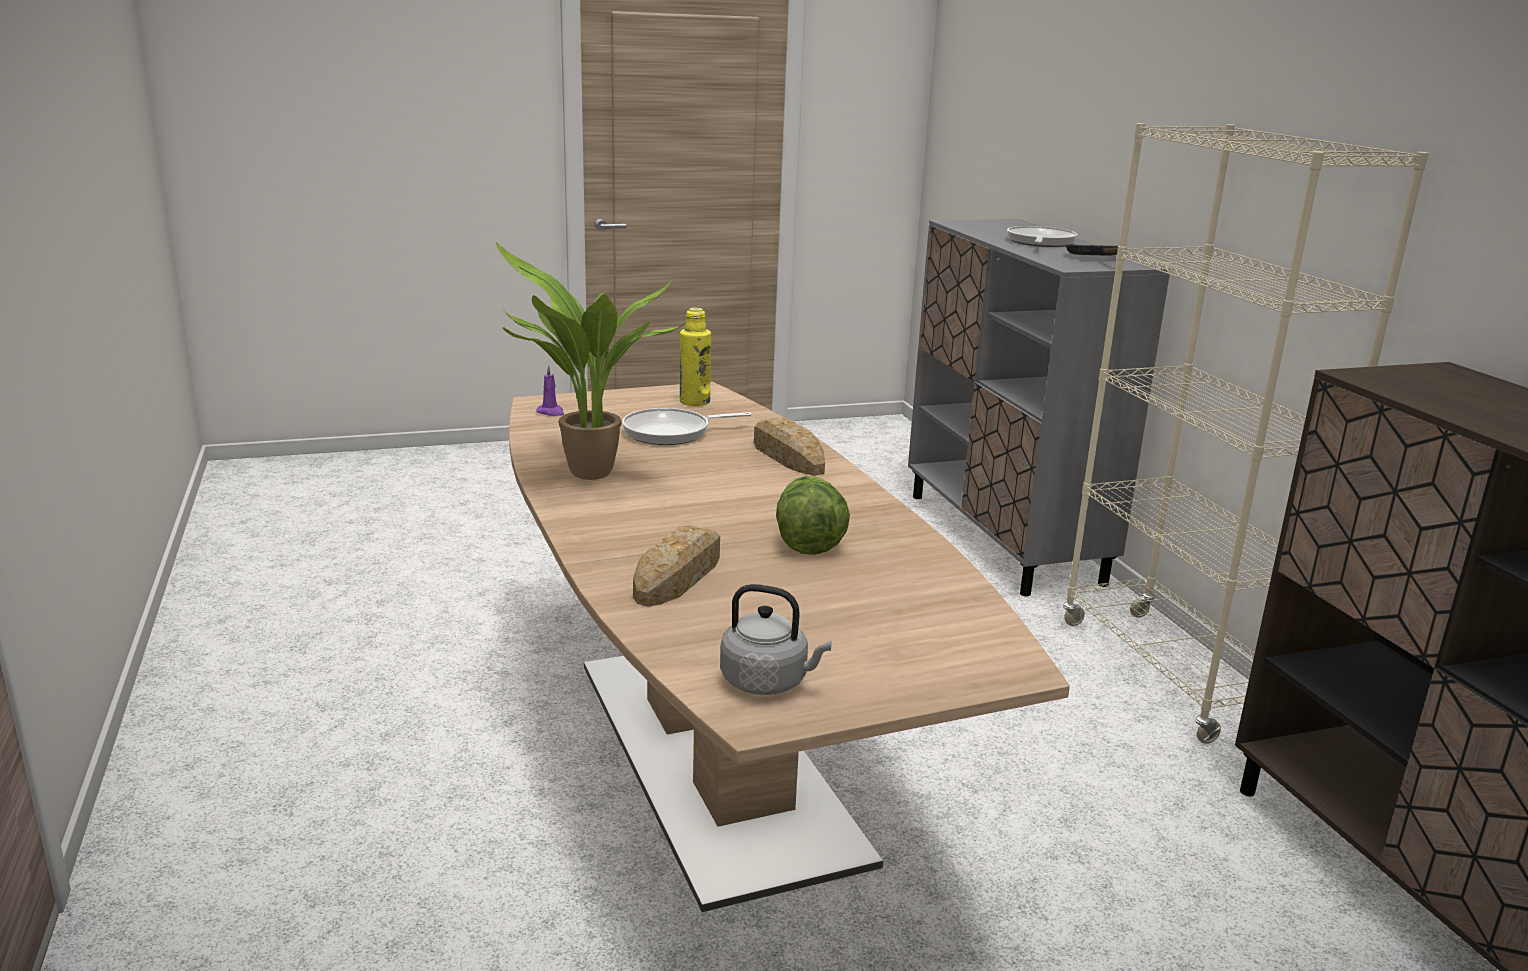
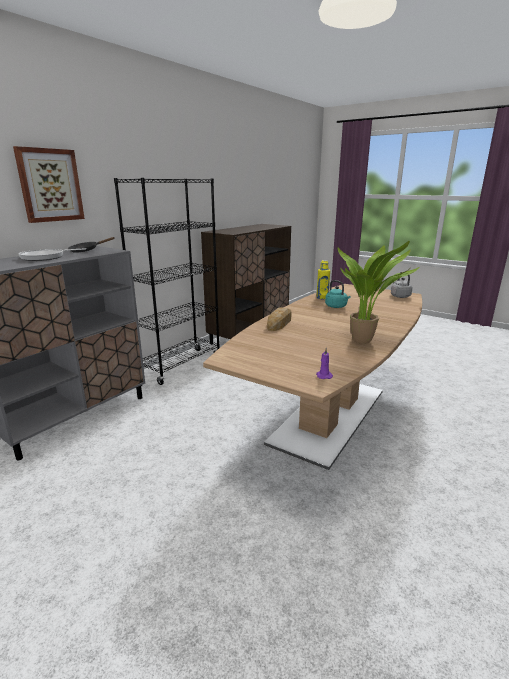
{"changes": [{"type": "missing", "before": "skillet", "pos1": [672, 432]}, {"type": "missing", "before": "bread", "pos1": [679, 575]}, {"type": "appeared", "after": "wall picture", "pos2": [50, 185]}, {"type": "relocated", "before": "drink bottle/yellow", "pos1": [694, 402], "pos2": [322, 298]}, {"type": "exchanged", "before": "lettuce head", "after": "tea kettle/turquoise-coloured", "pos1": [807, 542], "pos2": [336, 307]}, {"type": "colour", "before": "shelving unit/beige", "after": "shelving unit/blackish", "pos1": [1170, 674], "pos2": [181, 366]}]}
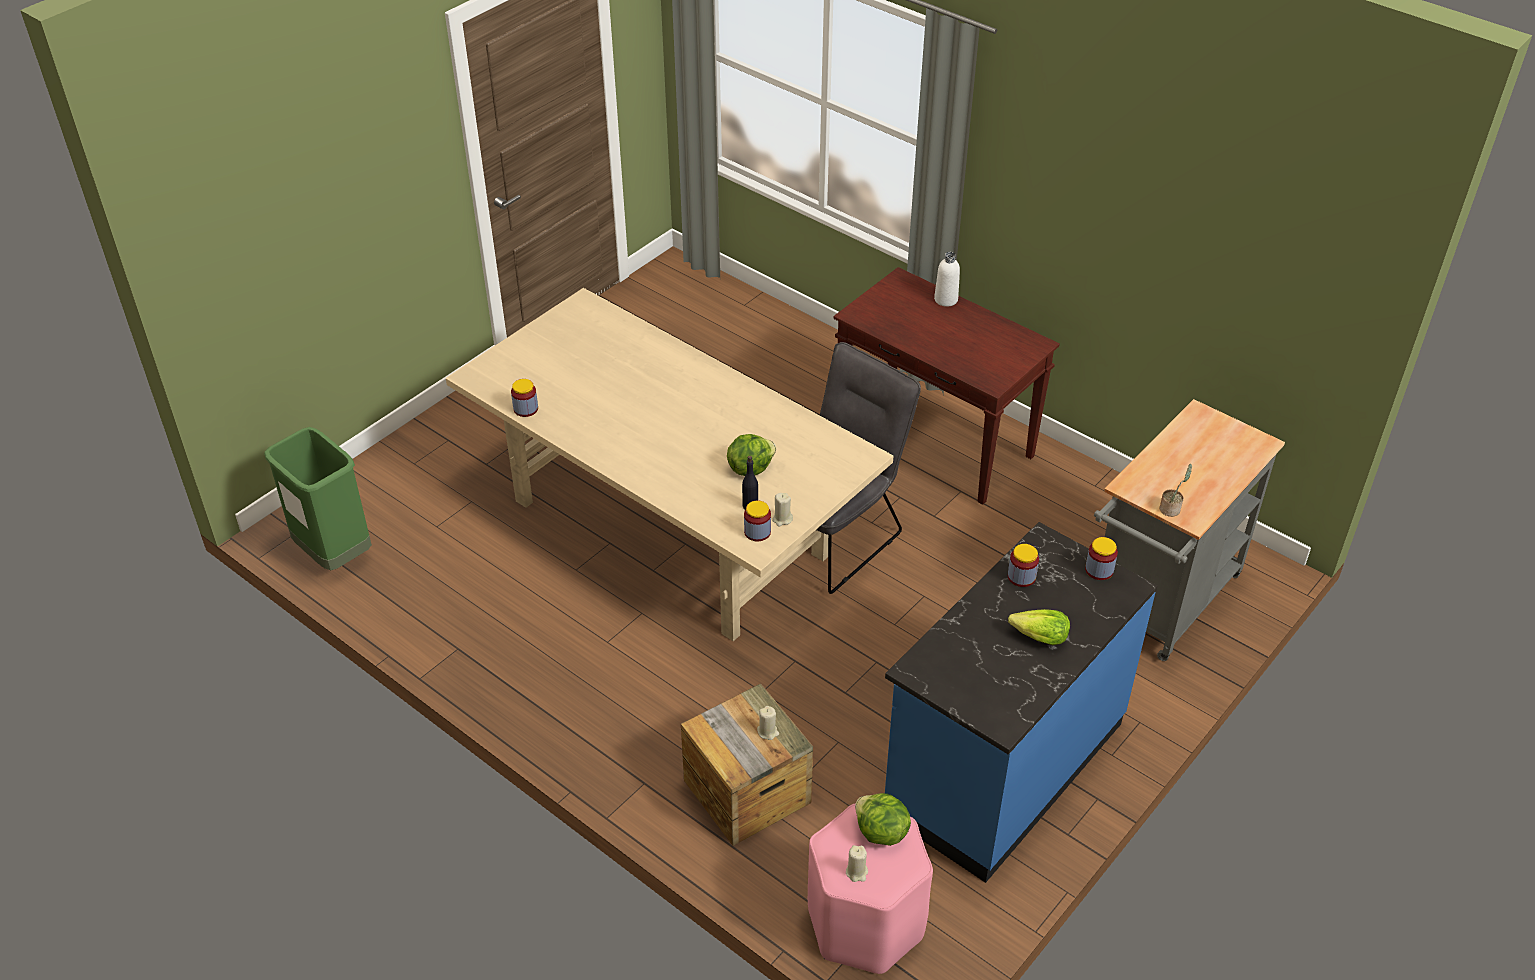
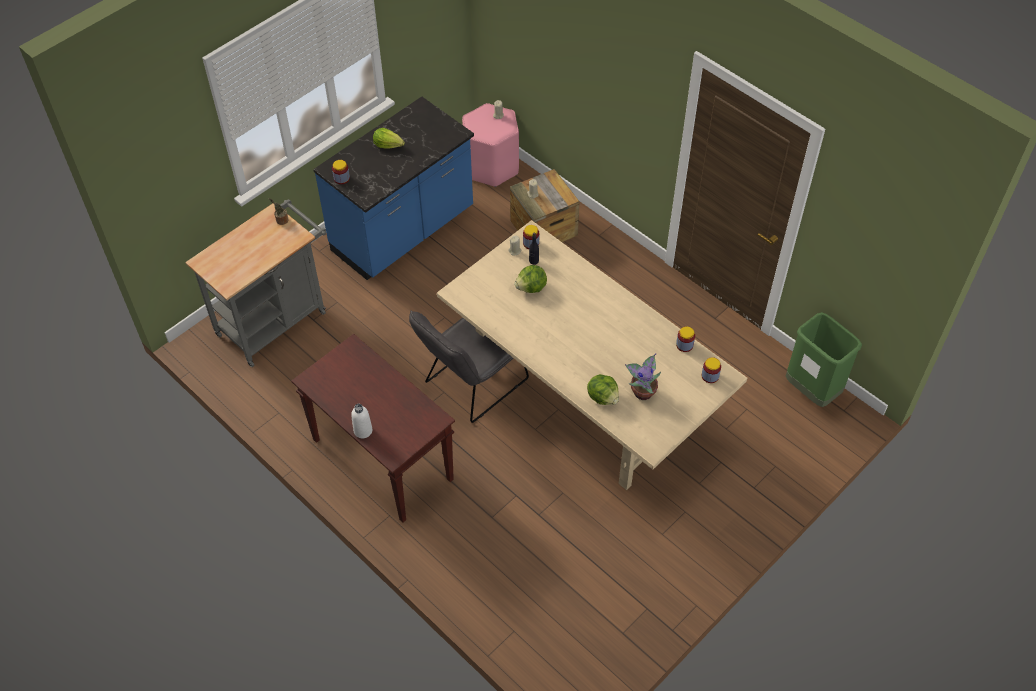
{"changes": [{"type": "appeared", "after": "potted plant", "pos2": [642, 391]}, {"type": "relocated", "before": "lettuce head", "pos1": [880, 832], "pos2": [603, 397]}, {"type": "relocated", "before": "storage jar", "pos1": [1021, 577], "pos2": [710, 376]}]}
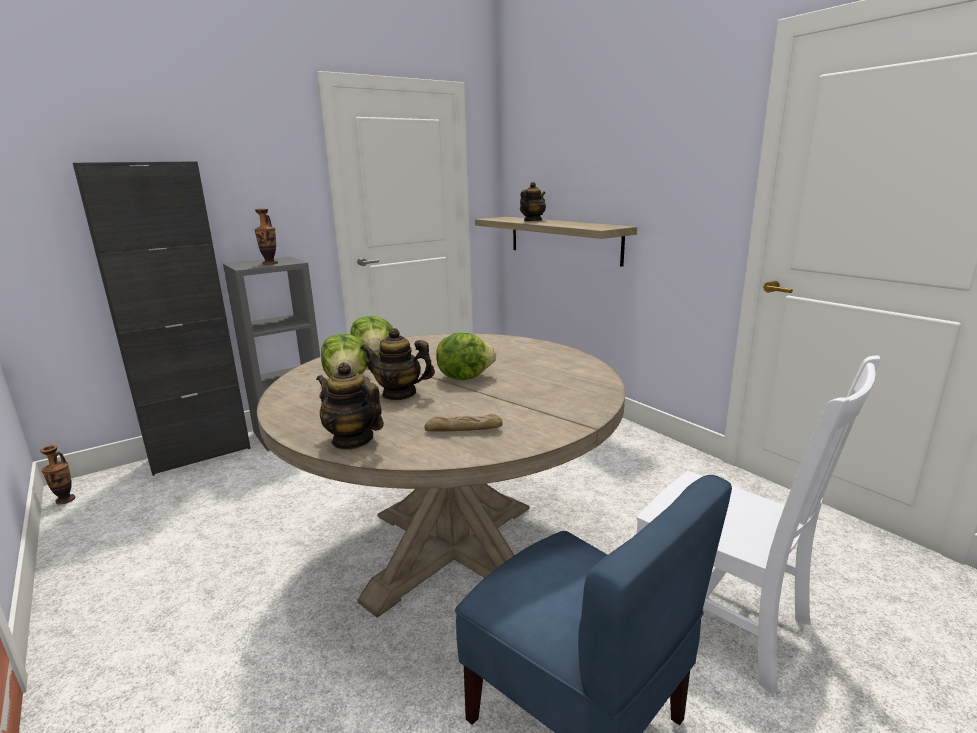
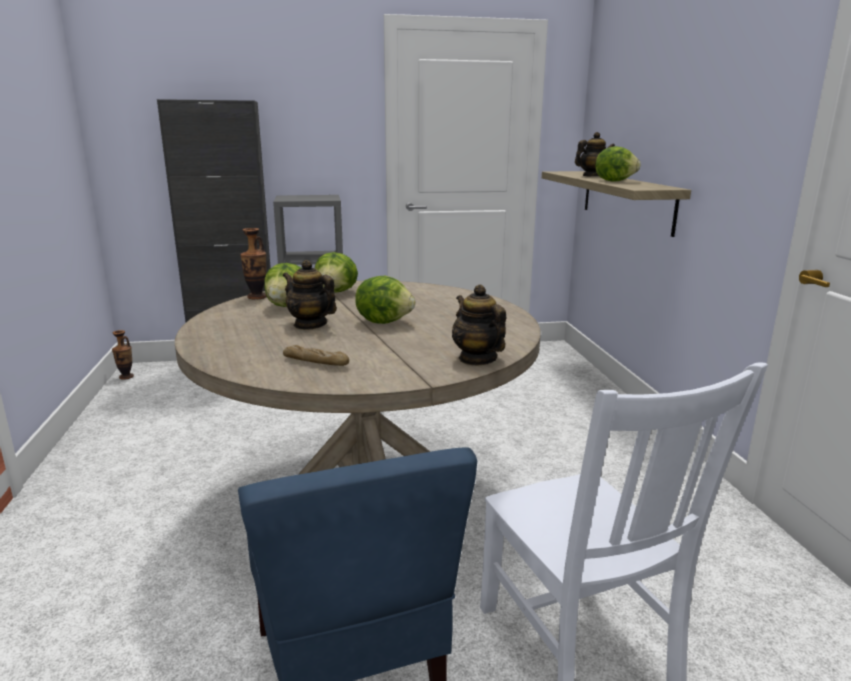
{"changes": [{"type": "appeared", "after": "lettuce head", "pos2": [614, 181]}, {"type": "relocated", "before": "vase", "pos1": [270, 263], "pos2": [257, 297]}, {"type": "relocated", "before": "tea pot", "pos1": [352, 440], "pos2": [477, 359]}]}
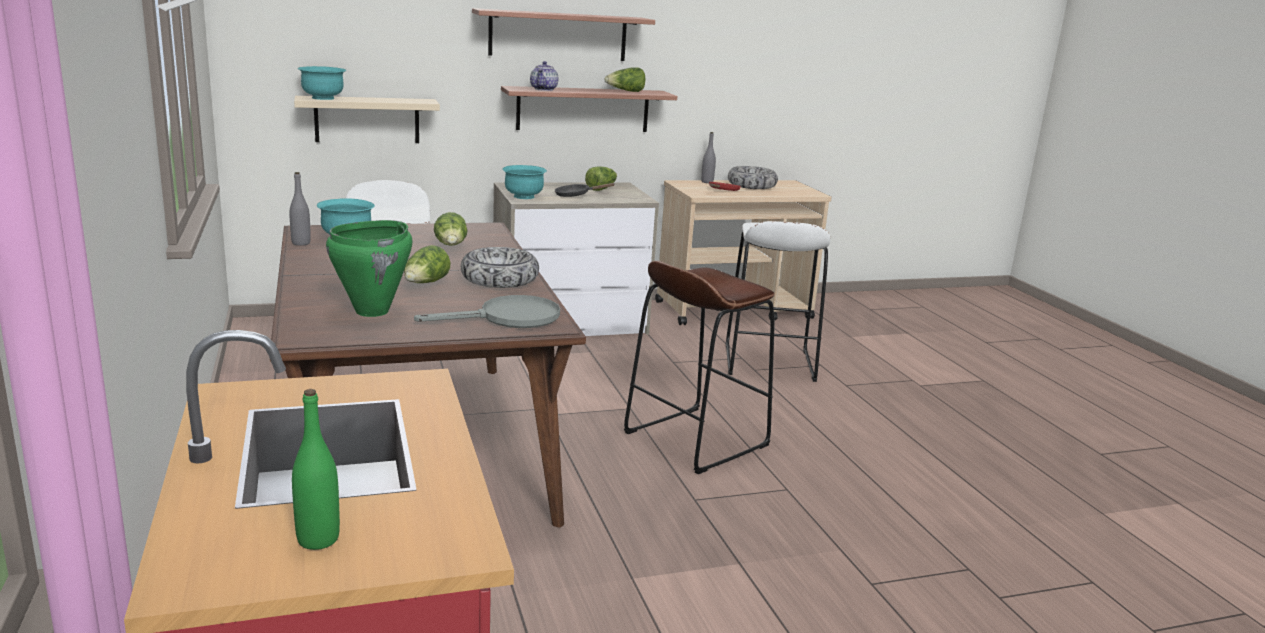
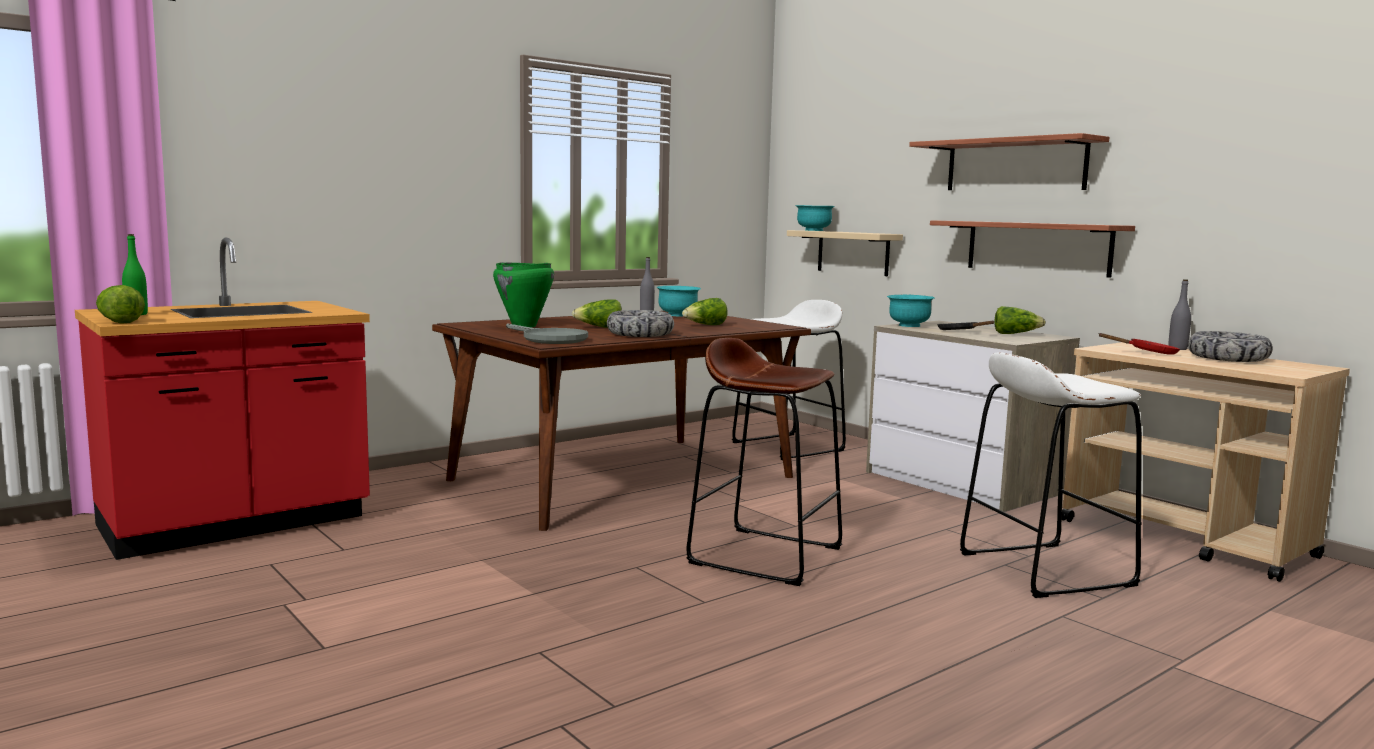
{"changes": [{"type": "missing", "before": "tea pot", "pos1": [544, 89]}, {"type": "relocated", "before": "lettuce head", "pos1": [626, 91], "pos2": [119, 321]}]}
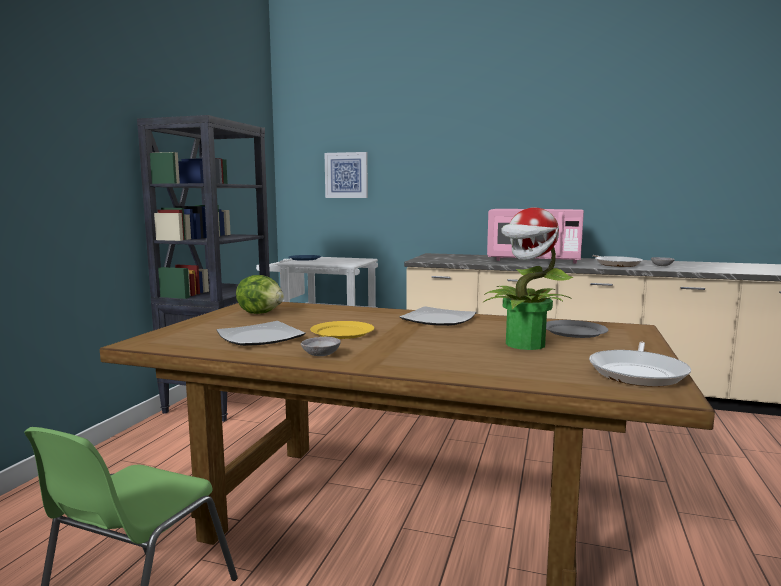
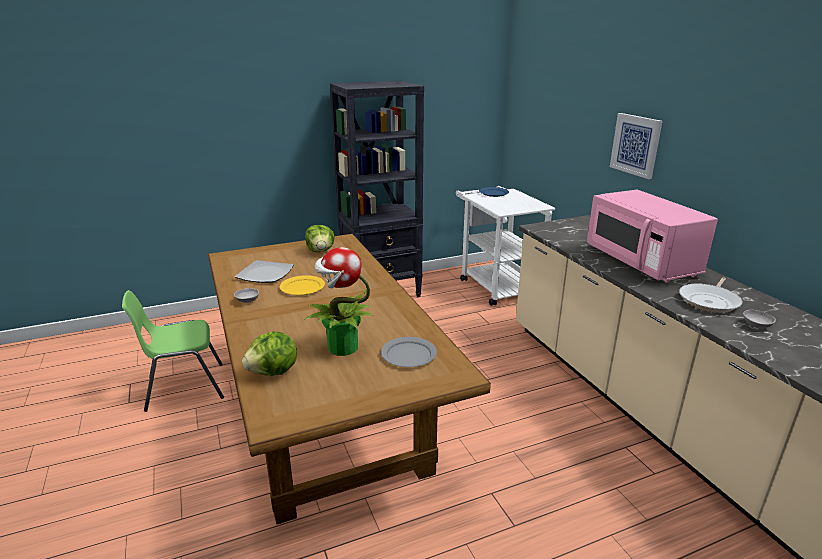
{"changes": [{"type": "missing", "before": "dinner plate", "pos1": [439, 319]}, {"type": "missing", "before": "skillet", "pos1": [638, 373]}, {"type": "appeared", "after": "lettuce head", "pos2": [274, 372]}, {"type": "relocated", "before": "wall picture", "pos1": [346, 175], "pos2": [636, 145]}]}
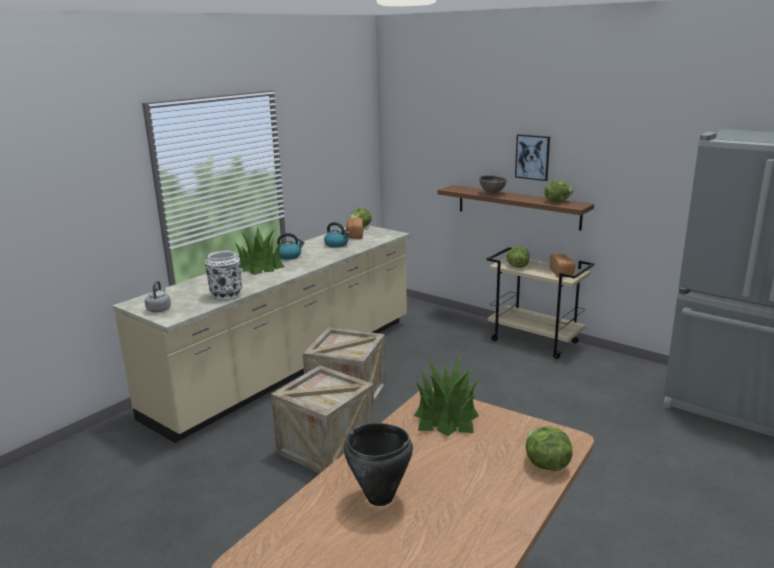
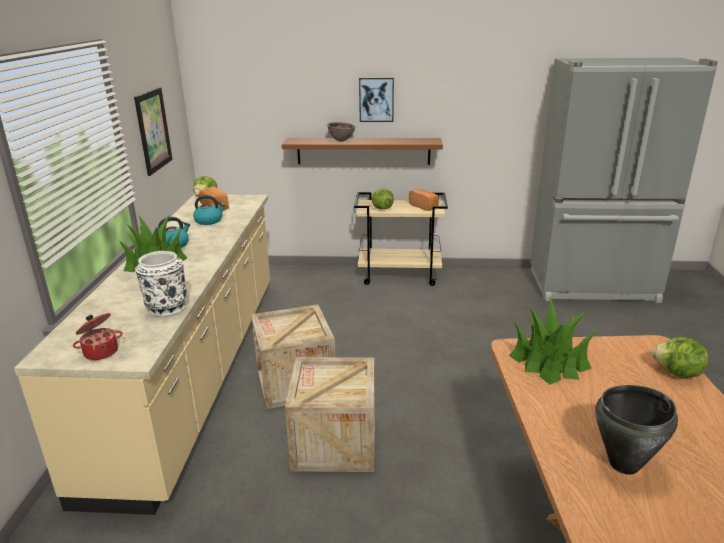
{"changes": [{"type": "missing", "before": "lettuce head", "pos1": [556, 201]}, {"type": "appeared", "after": "wall picture", "pos2": [153, 130]}, {"type": "exchanged", "before": "tea kettle/greyish", "after": "saucepot", "pos1": [159, 309], "pos2": [101, 351]}]}
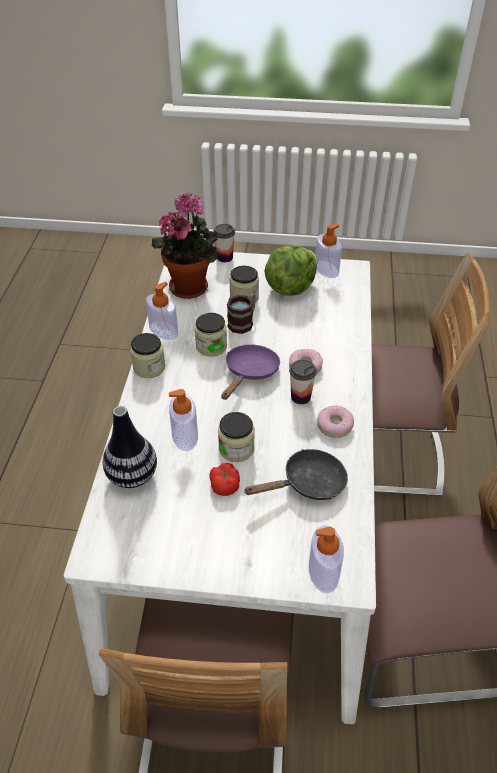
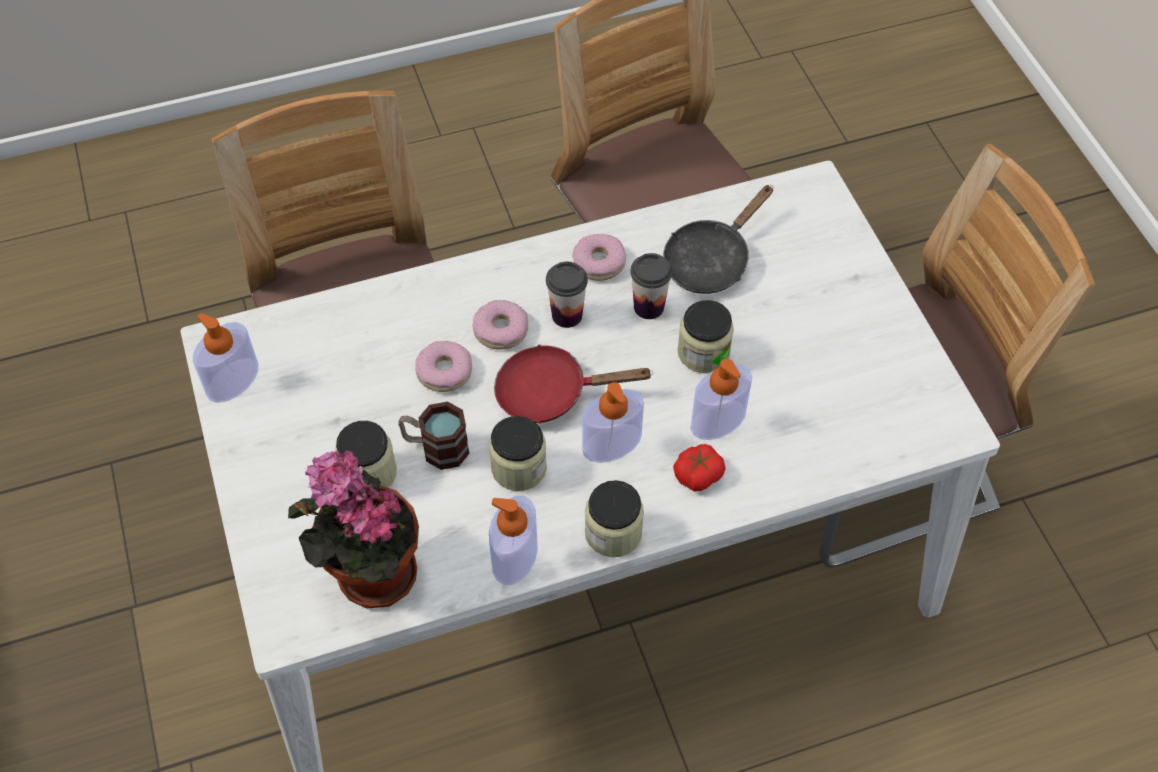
{"changes": [{"type": "missing", "before": "vase", "pos1": [132, 475]}, {"type": "missing", "before": "lettuce head", "pos1": [290, 287]}, {"type": "appeared", "after": "doughnut", "pos2": [444, 372]}, {"type": "relocated", "before": "fresh tomato", "pos1": [225, 485], "pos2": [698, 474]}, {"type": "relocated", "before": "drinking cup", "pos1": [224, 257], "pos2": [648, 307]}, {"type": "relocated", "before": "soap dispenser", "pos1": [323, 572], "pos2": [612, 443]}, {"type": "colour", "before": "skillet/purple-coloured", "after": "skillet/red-coloured", "pos1": [250, 372], "pos2": [551, 393]}, {"type": "spun", "before": "skillet/blackish", "pos1": [308, 483], "pos2": [711, 260], "turn": -90}]}
